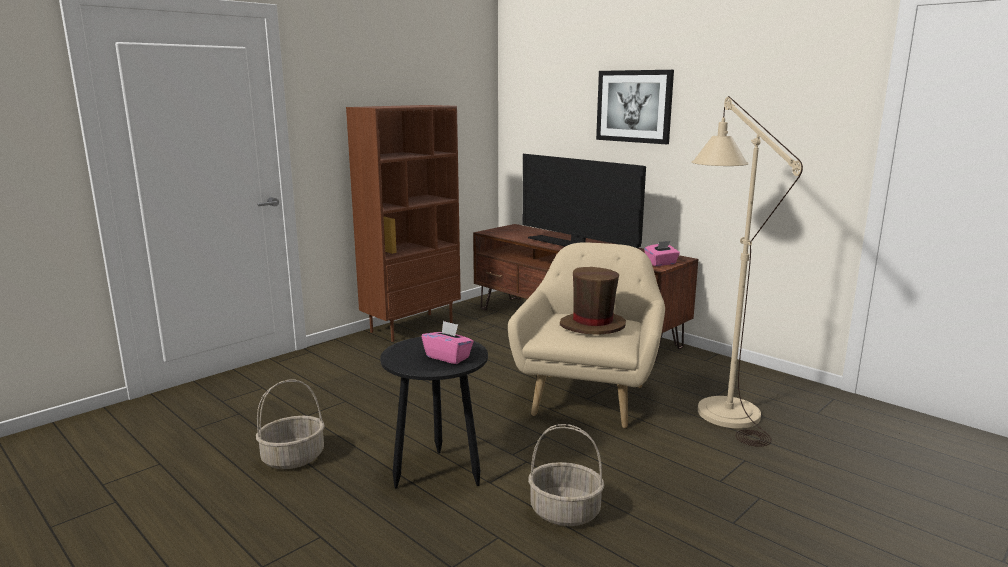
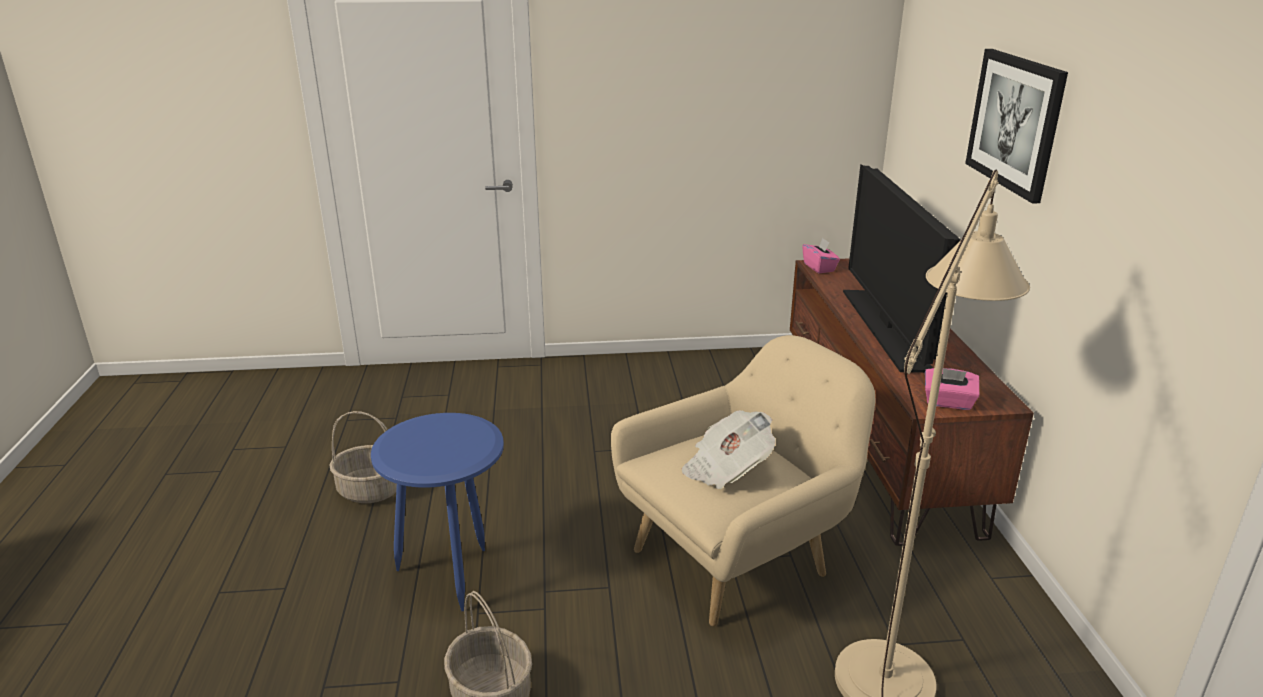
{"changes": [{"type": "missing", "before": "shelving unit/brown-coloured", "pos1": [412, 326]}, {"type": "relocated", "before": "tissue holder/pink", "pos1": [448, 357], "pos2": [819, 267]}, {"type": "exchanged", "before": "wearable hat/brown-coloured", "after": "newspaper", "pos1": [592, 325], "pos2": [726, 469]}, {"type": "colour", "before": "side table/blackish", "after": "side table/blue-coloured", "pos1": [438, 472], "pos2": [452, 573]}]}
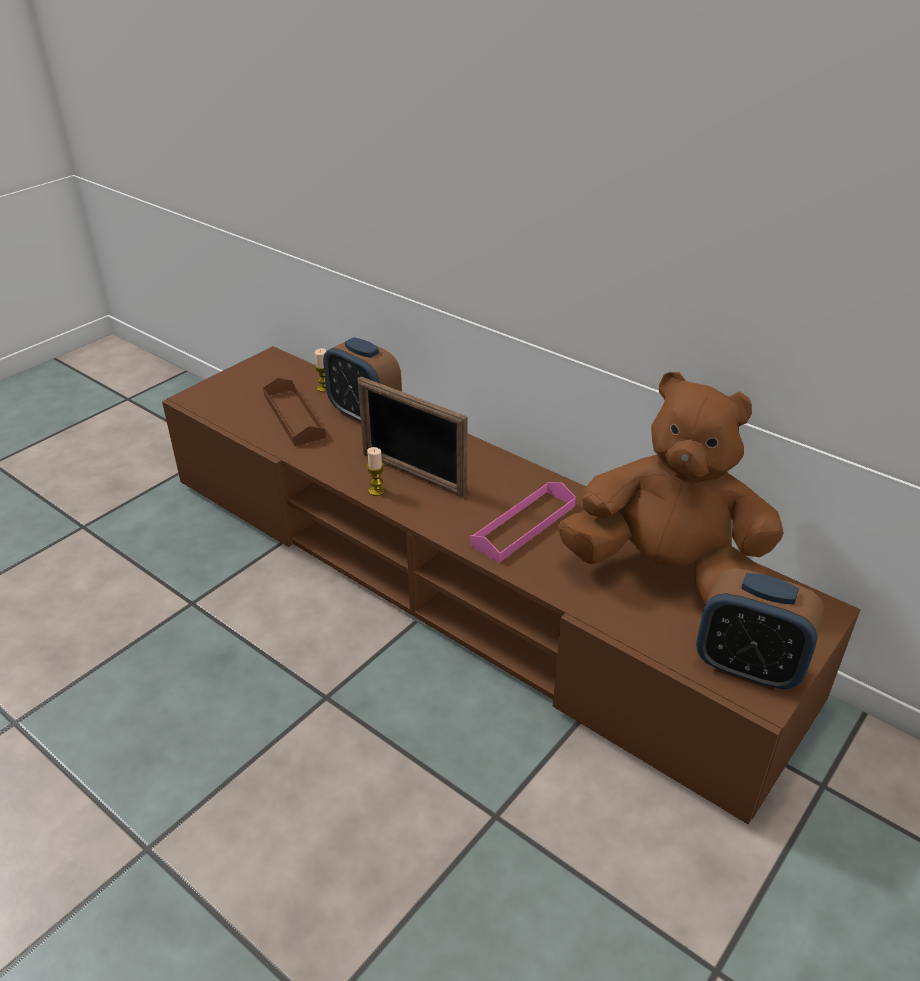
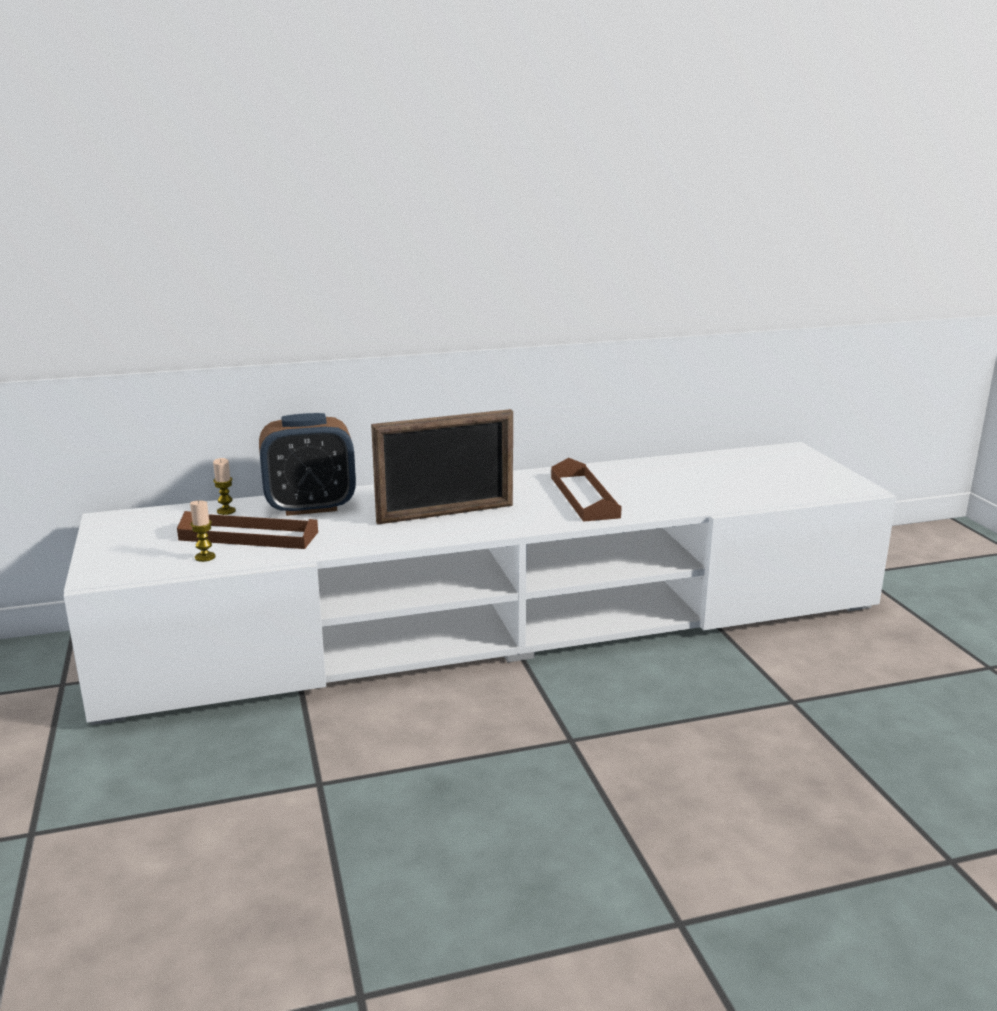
{"changes": [{"type": "missing", "before": "plush toy/brown-coloured", "pos1": [666, 572]}, {"type": "missing", "before": "alarm clock", "pos1": [747, 667]}, {"type": "relocated", "before": "candle", "pos1": [377, 491], "pos2": [205, 557]}, {"type": "colour", "before": "tv stand/brown-coloured", "after": "tv stand/white", "pos1": [461, 582], "pos2": [500, 621]}, {"type": "colour", "before": "serving tray/pink", "after": "serving tray/brown-coloured", "pos1": [523, 525], "pos2": [584, 497]}]}
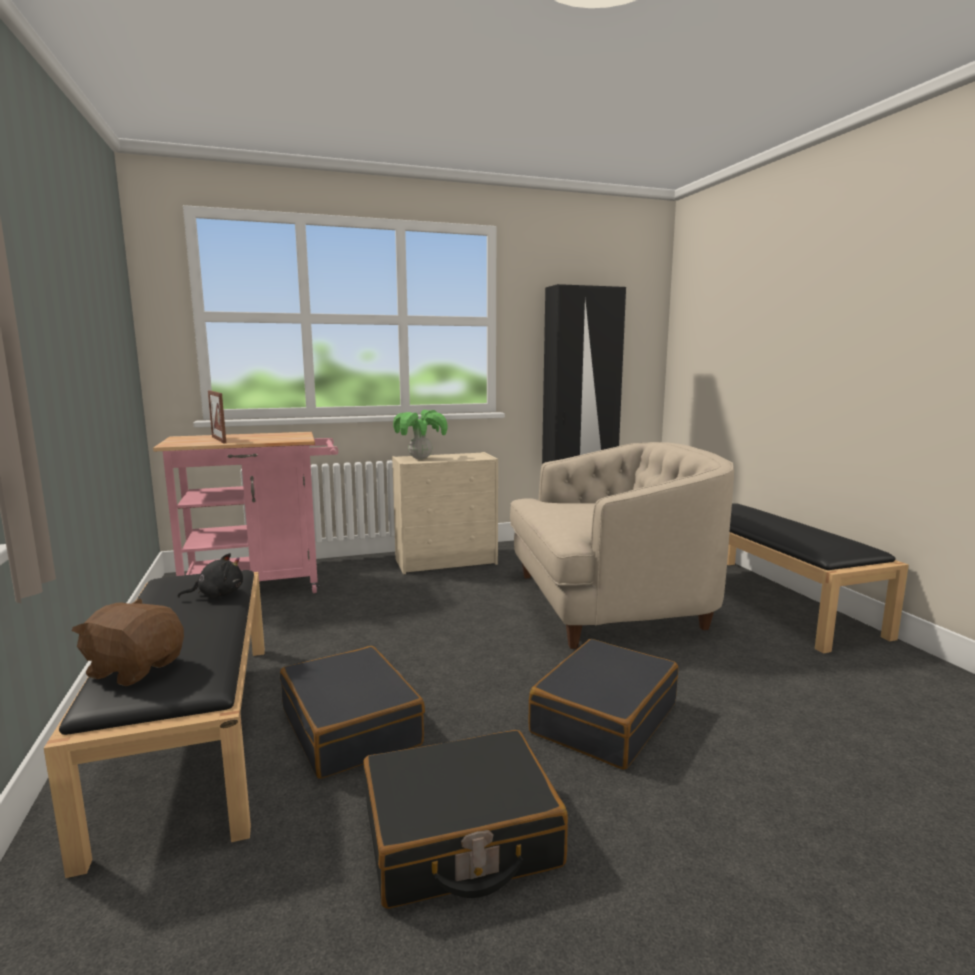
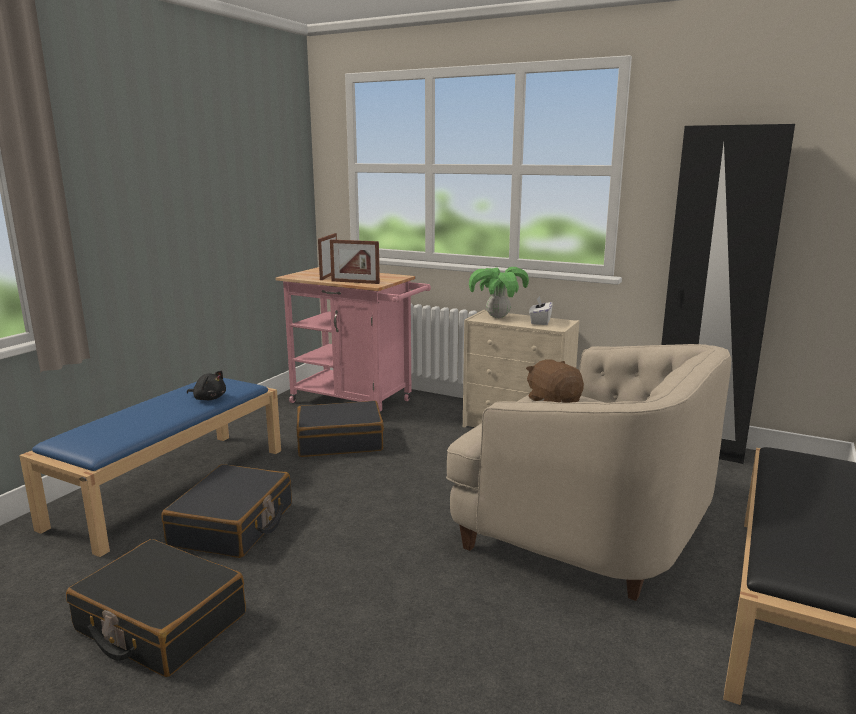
{"changes": [{"type": "appeared", "after": "standing frame", "pos2": [355, 282]}, {"type": "appeared", "after": "tissue holder/white", "pos2": [540, 322]}, {"type": "relocated", "before": "plush toy/brown-coloured", "pos1": [135, 668], "pos2": [553, 401]}, {"type": "relocated", "before": "suitcase/blackish", "pos1": [603, 718], "pos2": [340, 441]}, {"type": "colour", "before": "indoor bench/blackish", "after": "indoor bench/blue-coloured", "pos1": [191, 730], "pos2": [172, 485]}]}
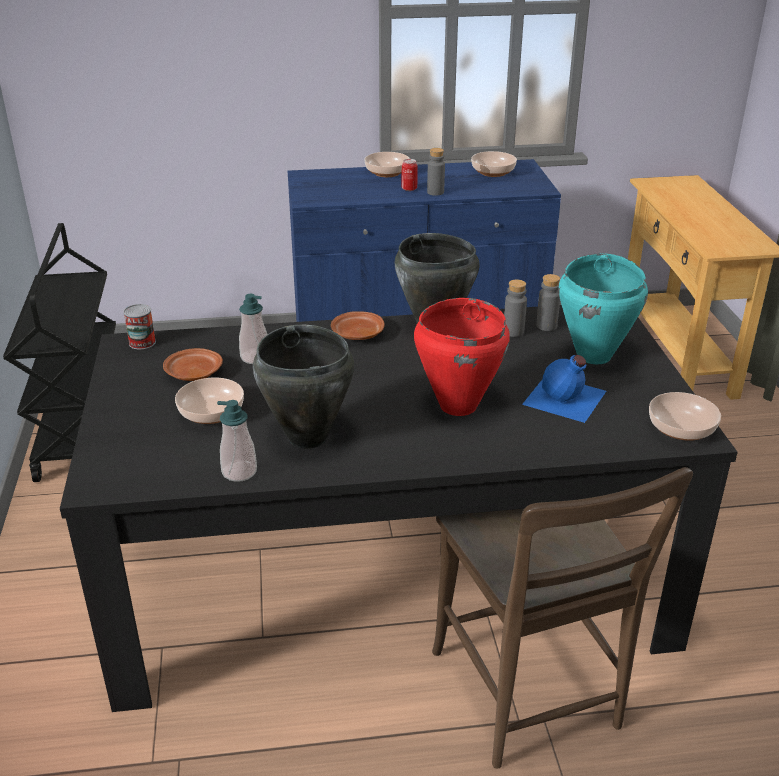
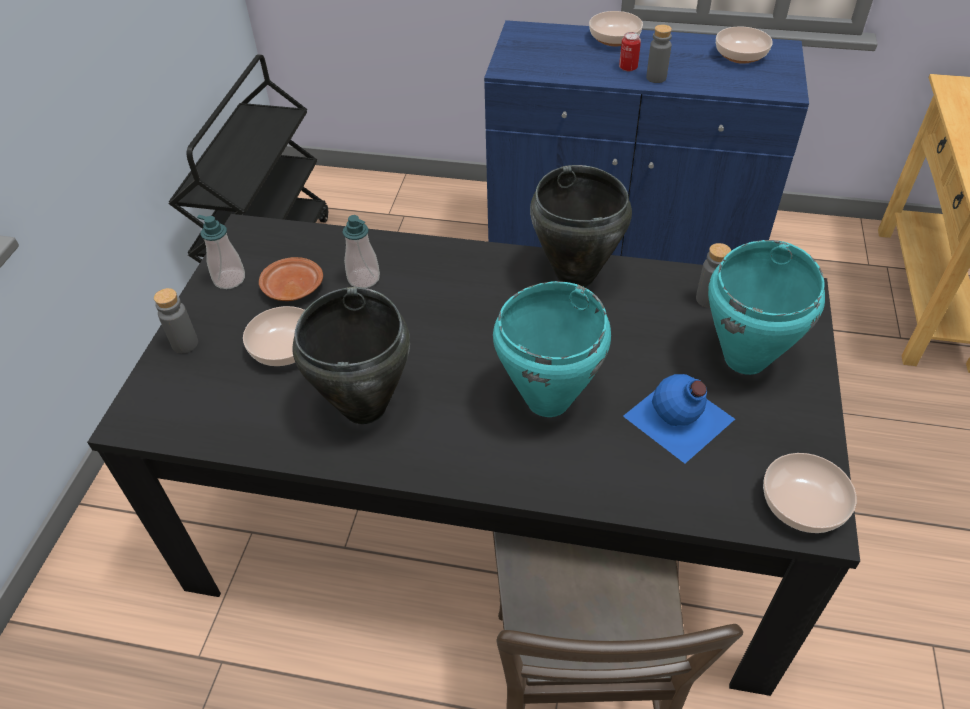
{"changes": [{"type": "missing", "before": "sealed can", "pos1": [142, 342]}, {"type": "missing", "before": "dinner plate/brown-coloured", "pos1": [357, 334]}, {"type": "relocated", "before": "soap dispenser", "pos1": [239, 472], "pos2": [229, 279]}, {"type": "relocated", "before": "drink bottle/greyish", "pos1": [513, 332], "pos2": [185, 344]}, {"type": "colour", "before": "saucepot/red-coloured", "after": "saucepot/turquoise-coloured", "pos1": [457, 406], "pos2": [547, 400]}]}
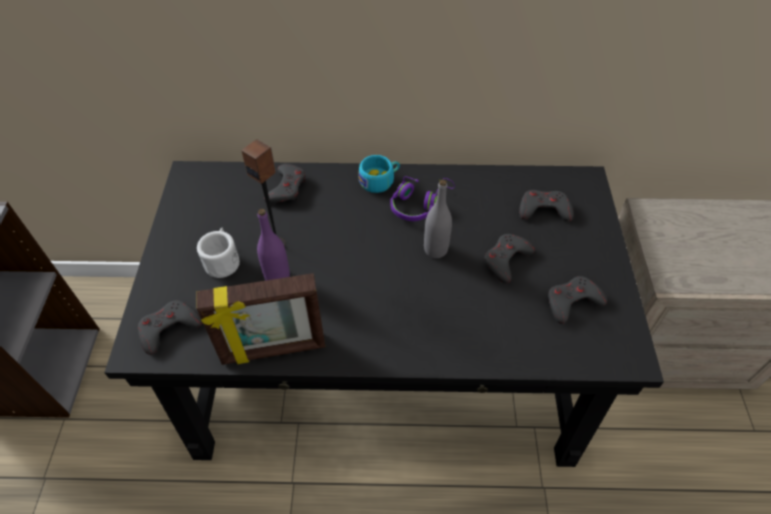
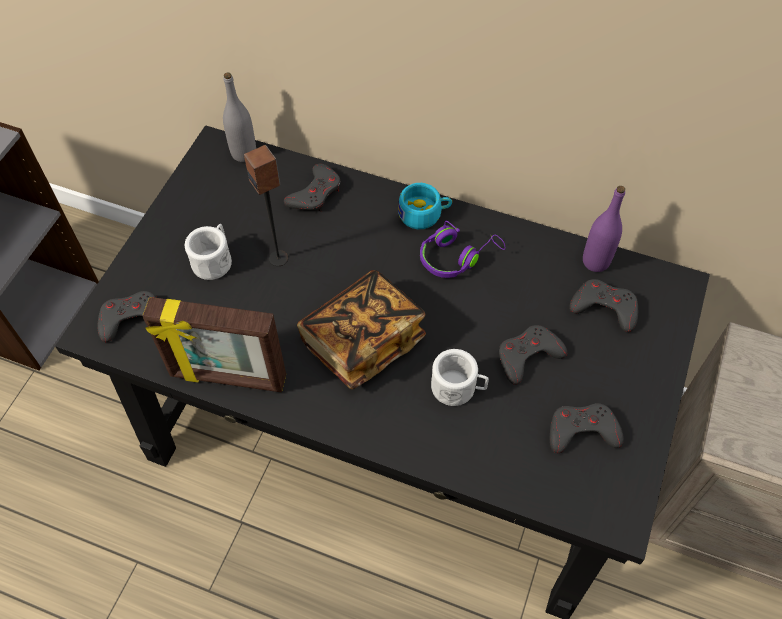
{"changes": [{"type": "appeared", "after": "book", "pos2": [362, 341]}, {"type": "appeared", "after": "coffee mug/white", "pos2": [458, 388]}, {"type": "relocated", "before": "drink bottle/purple-coloured", "pos1": [277, 278], "pos2": [595, 261]}, {"type": "relocated", "before": "drink bottle/greyish", "pos1": [435, 249], "pos2": [243, 153]}]}
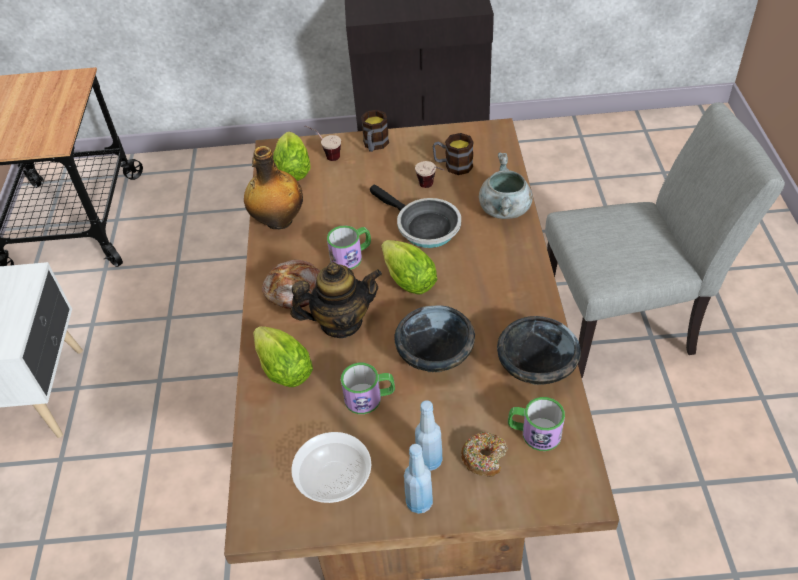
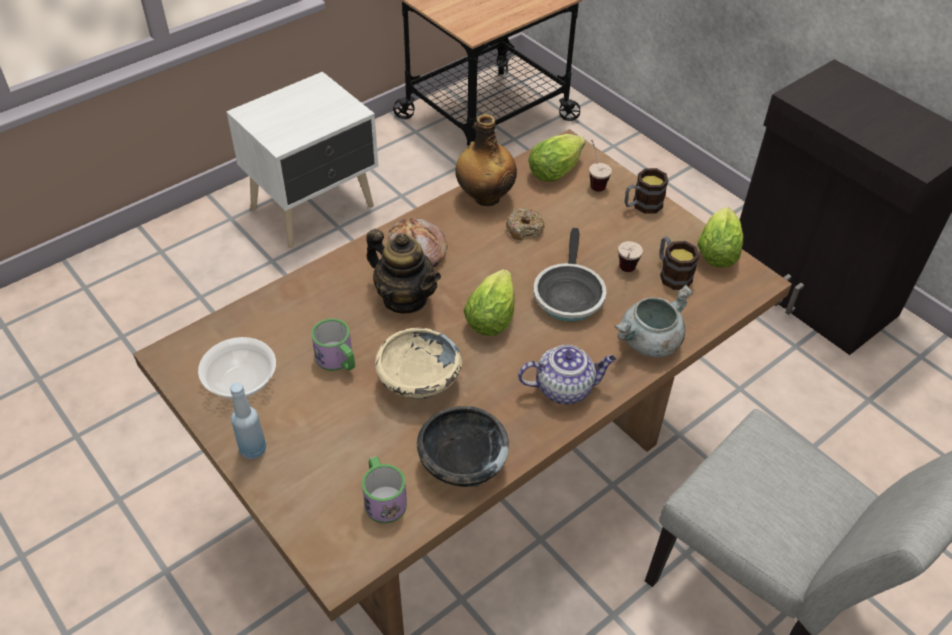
{"changes": [{"type": "missing", "before": "coffee mug", "pos1": [351, 256]}, {"type": "missing", "before": "drink bottle/blue-coloured", "pos1": [429, 461]}, {"type": "appeared", "after": "tea pot", "pos2": [565, 388]}, {"type": "relocated", "before": "lettuce head", "pos1": [282, 367], "pos2": [717, 250]}, {"type": "relocated", "before": "doughnut", "pos1": [484, 458], "pos2": [524, 229]}, {"type": "colour", "before": "deep dish/blackish", "after": "deep dish/beige", "pos1": [435, 355], "pos2": [418, 381]}]}
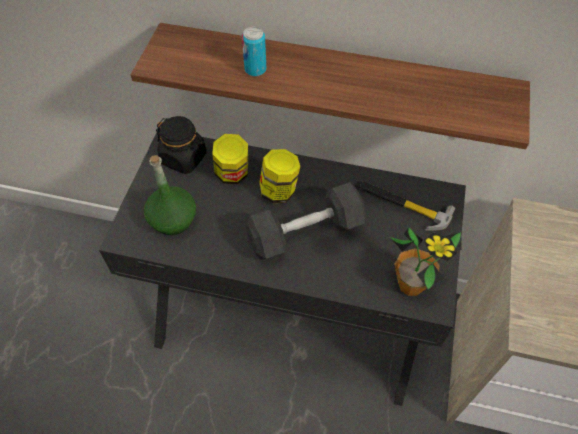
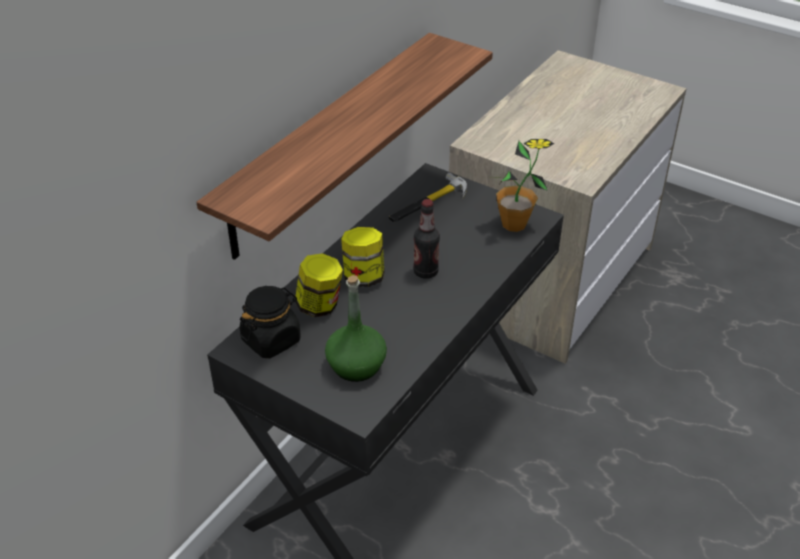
{"changes": [{"type": "missing", "before": "sealed can", "pos1": [255, 69]}, {"type": "exchanged", "before": "hand weight/greyish", "after": "drink bottle", "pos1": [305, 232], "pos2": [425, 272]}]}
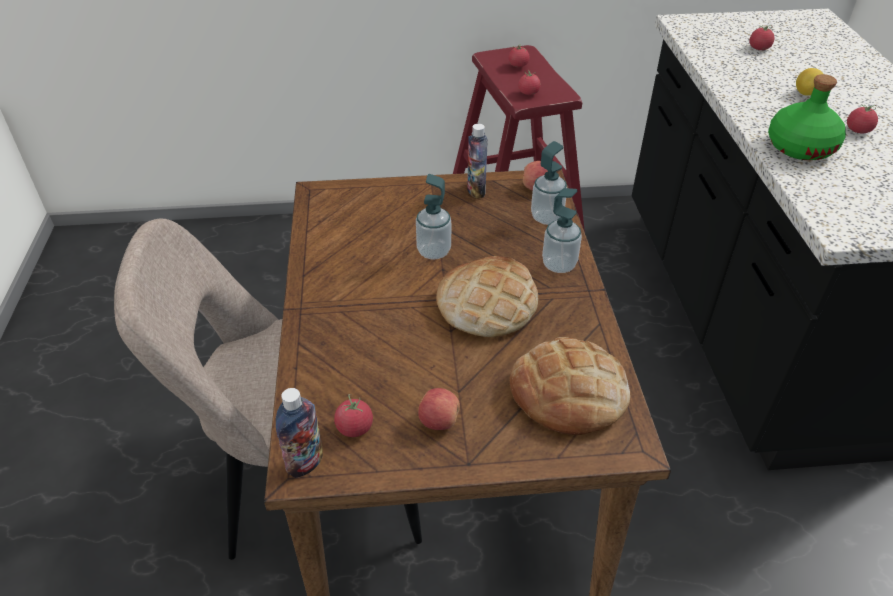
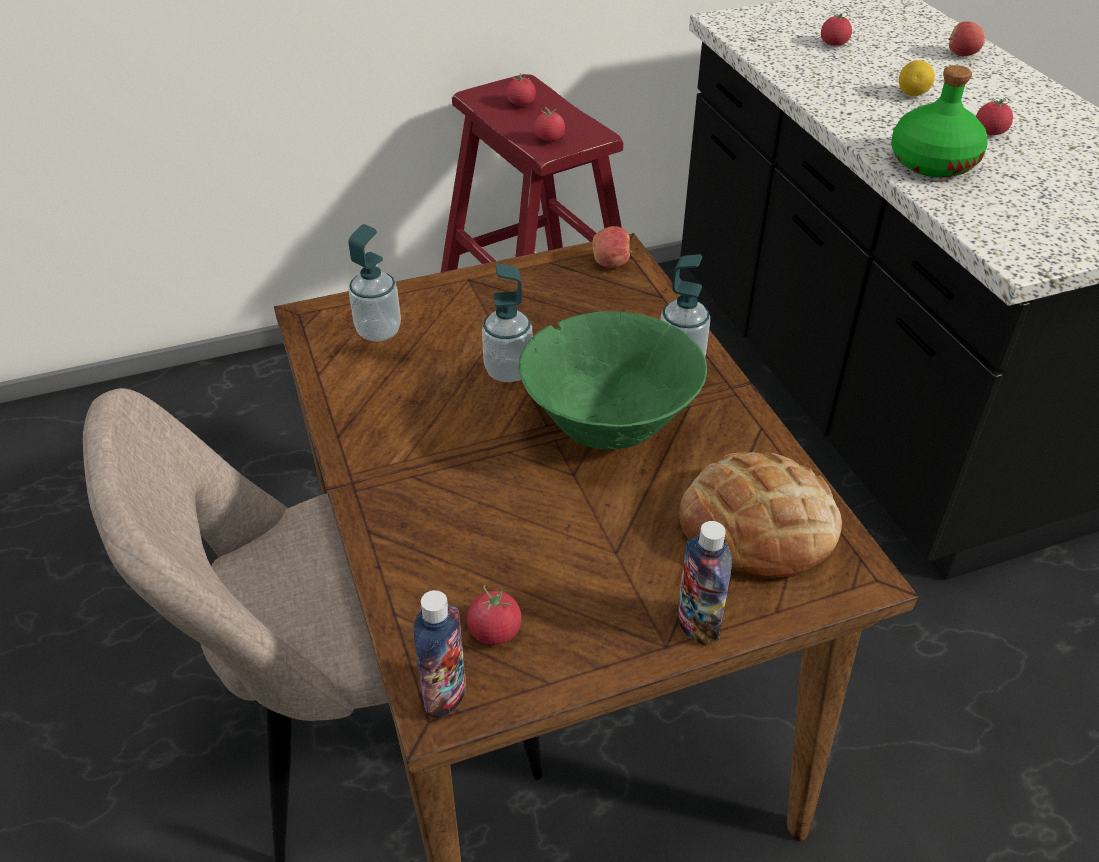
{"changes": [{"type": "relocated", "before": "whole apple", "pos1": [438, 421], "pos2": [961, 54]}, {"type": "relocated", "before": "drink bottle", "pos1": [476, 190], "pos2": [697, 625]}, {"type": "relocated", "before": "soap dispenser", "pos1": [546, 217], "pos2": [378, 331]}, {"type": "exchanged", "before": "bread", "after": "deep dish/greenish", "pos1": [487, 304], "pos2": [608, 429]}]}
